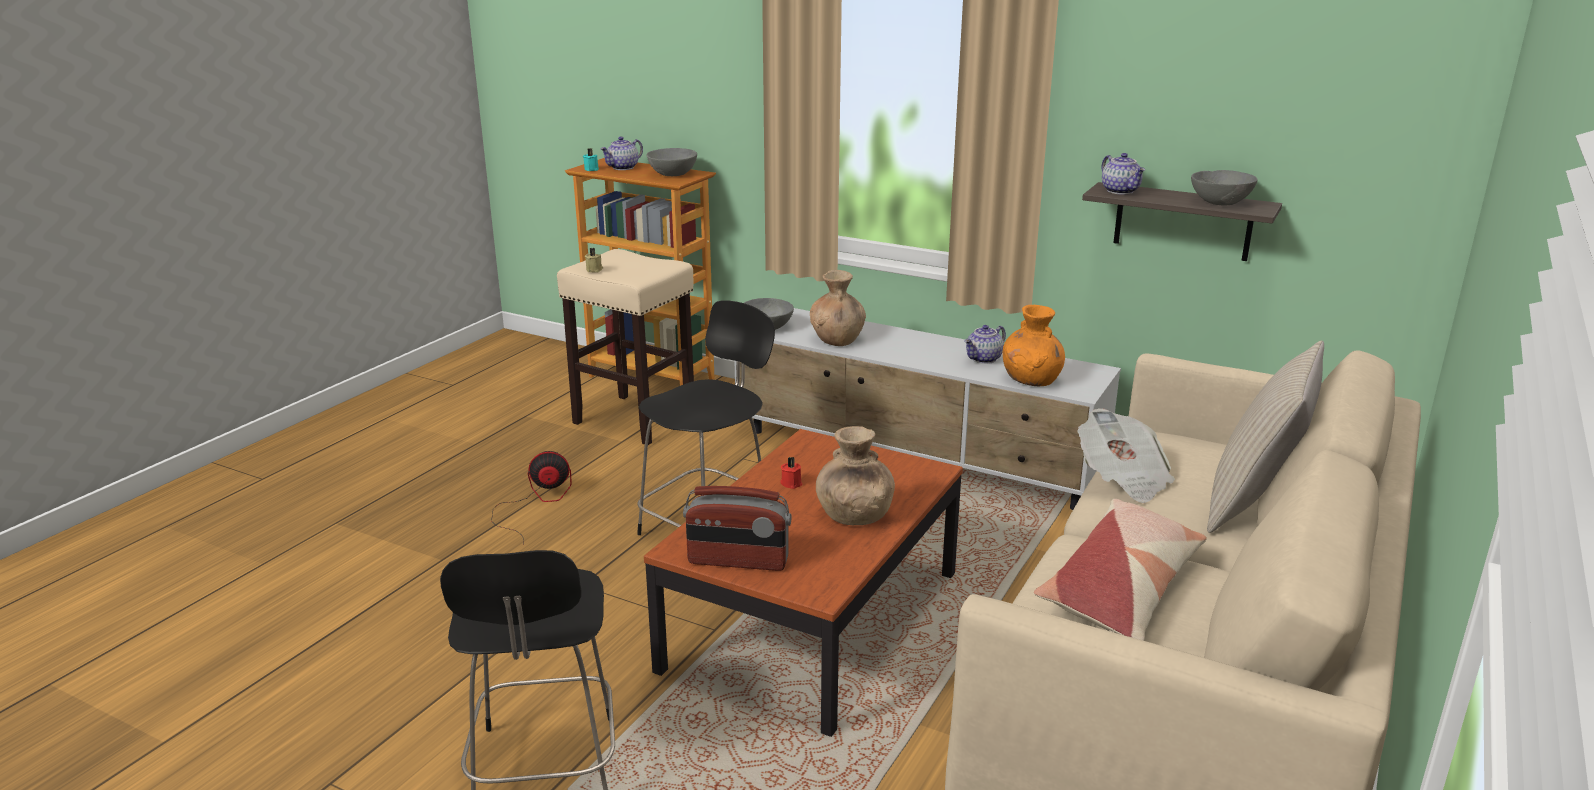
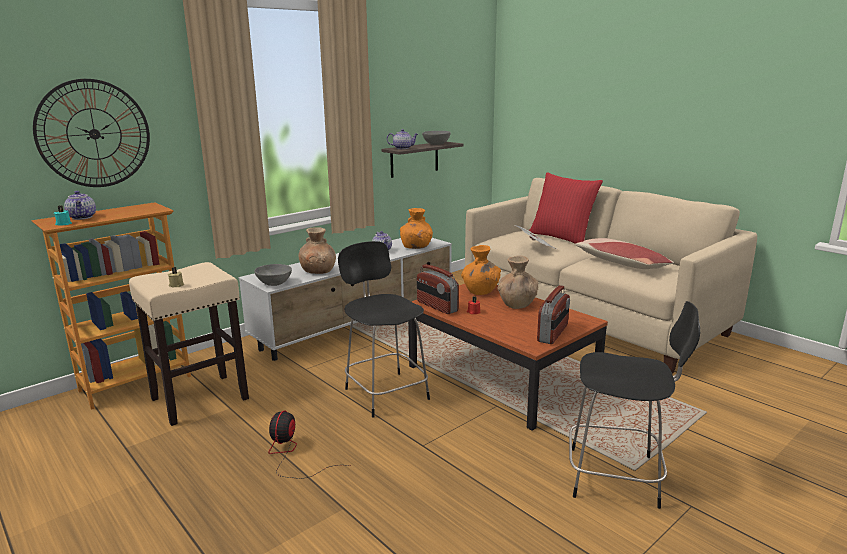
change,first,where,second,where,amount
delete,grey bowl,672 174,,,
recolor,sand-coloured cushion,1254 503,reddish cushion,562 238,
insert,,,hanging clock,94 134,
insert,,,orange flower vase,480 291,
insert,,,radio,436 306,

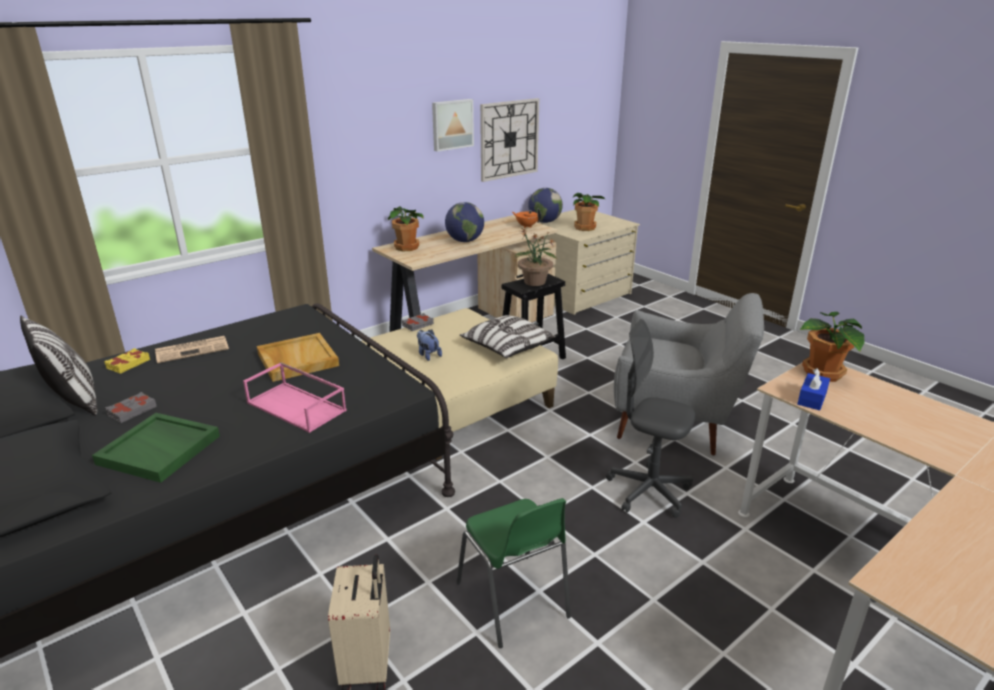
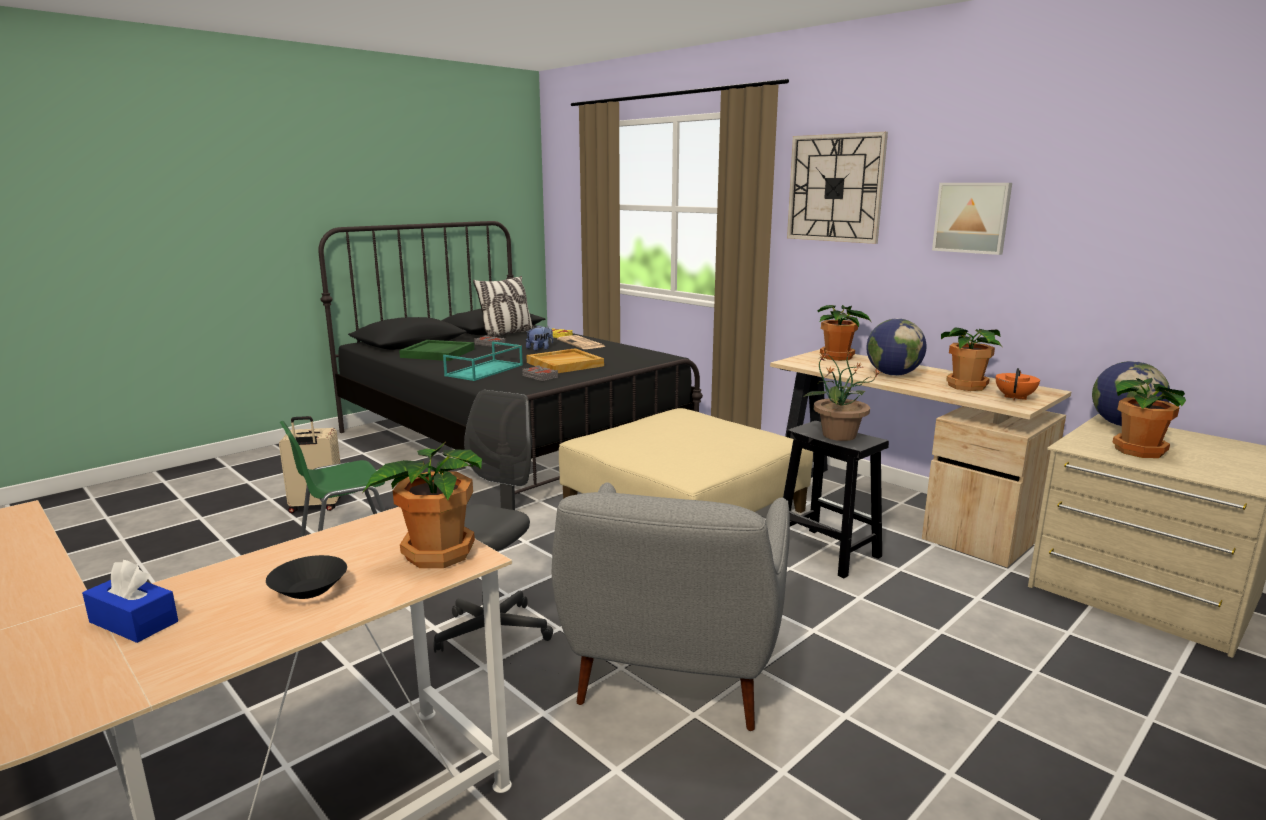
change,first,where,second,where,amount
move,hanging clock,509 139,,835 188,
move,grey bound book,418 325,,539 377,
delete,cushion,507 348,,,
move,cuddly toy,428 355,,540 349,
recolor,pink-coloured carrying tray,298 406,blue-green carrying tray,484 370,
move,bluish box of tissues,812 398,,134 622,
insert,,,potted plant,966 386,
insert,,,black bowl,309 591,

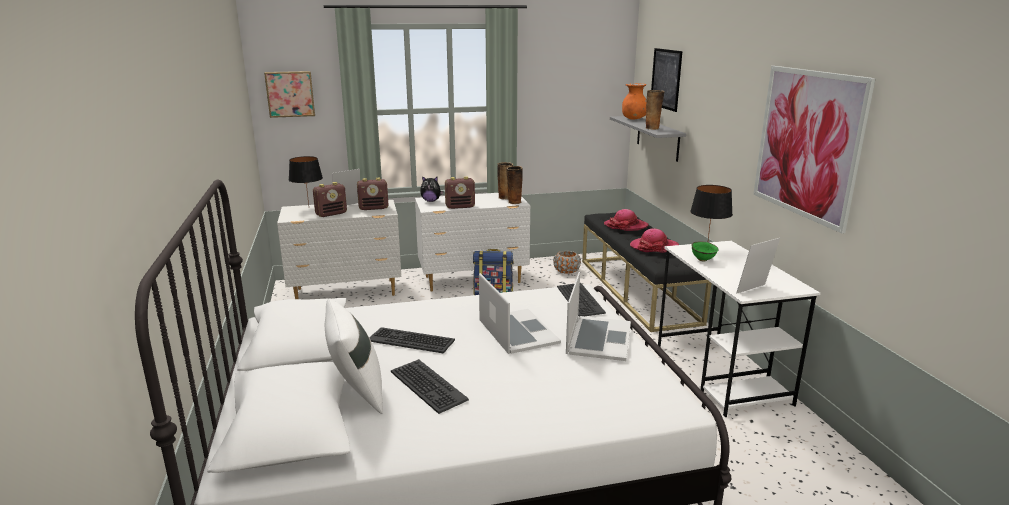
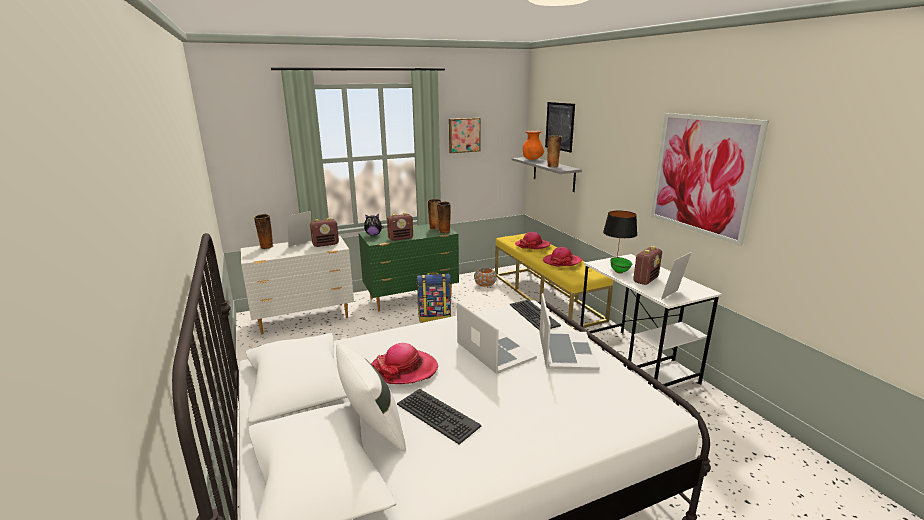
change,first,where,second,where,amount
move,picture,290 94,,464 135,
replace,black table lamp,309 207,flower vase,266 247,
move,radio,331 214,,645 280,
recolor,white drawer chest,473 280,green-coloured drawer chest,412 298,
recolor,black long seat,637 290,yellowish long seat,546 296,
replace,computer keyboard,411 340,hat,404 369,

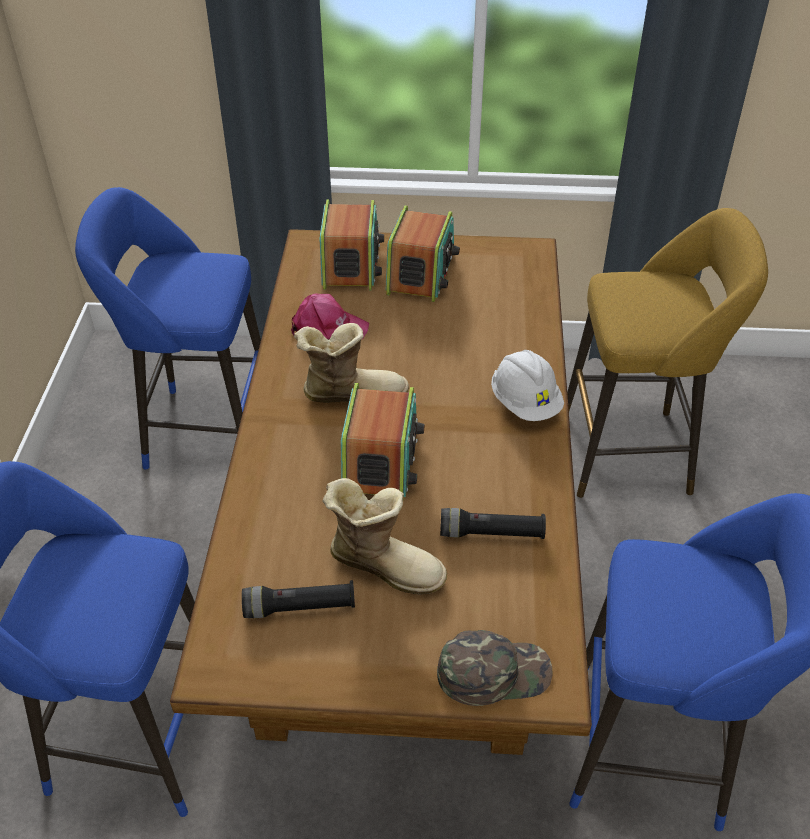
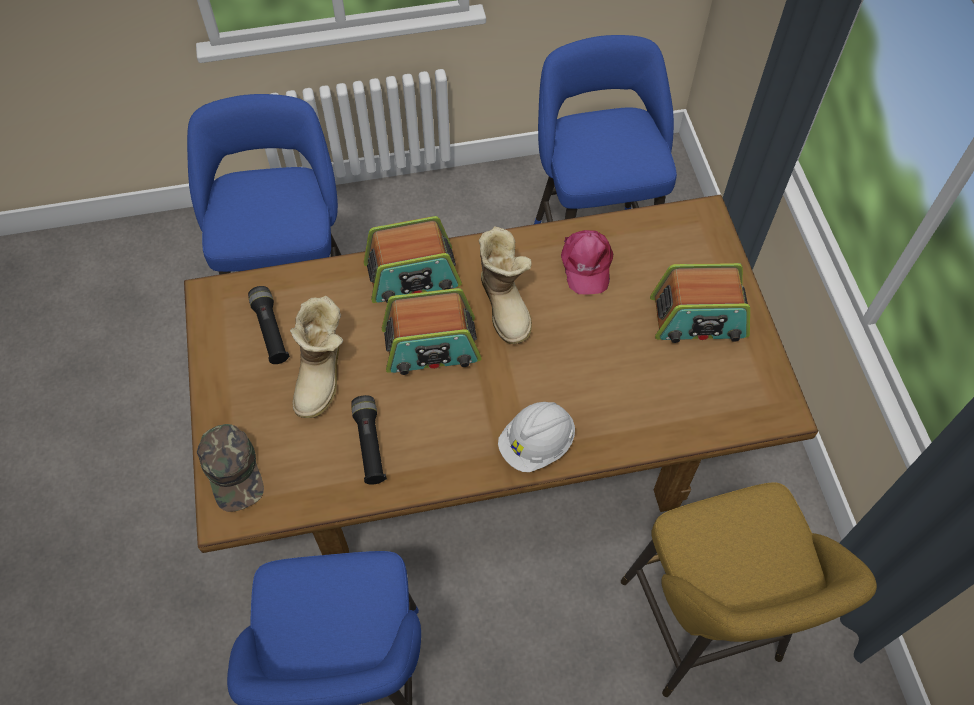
change,first,where,second,where,amount
move,radio,351 264,,412 276,

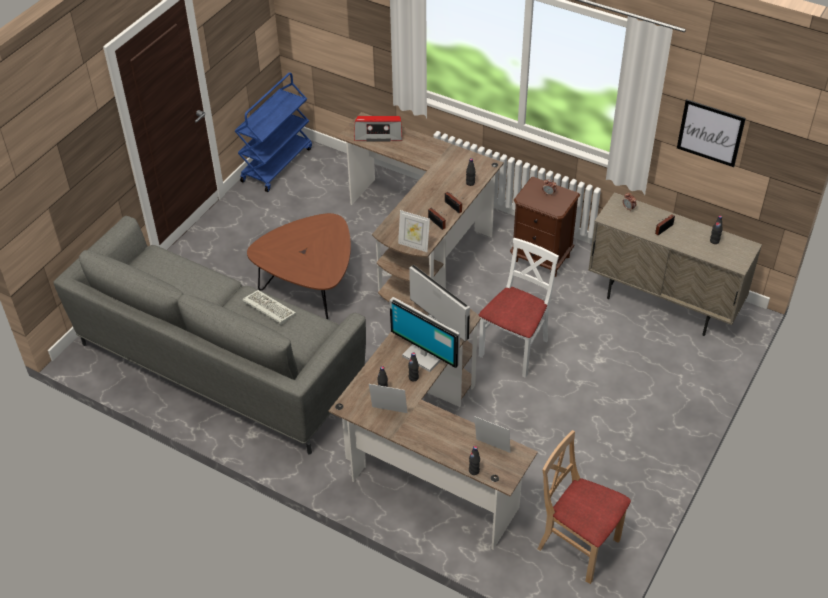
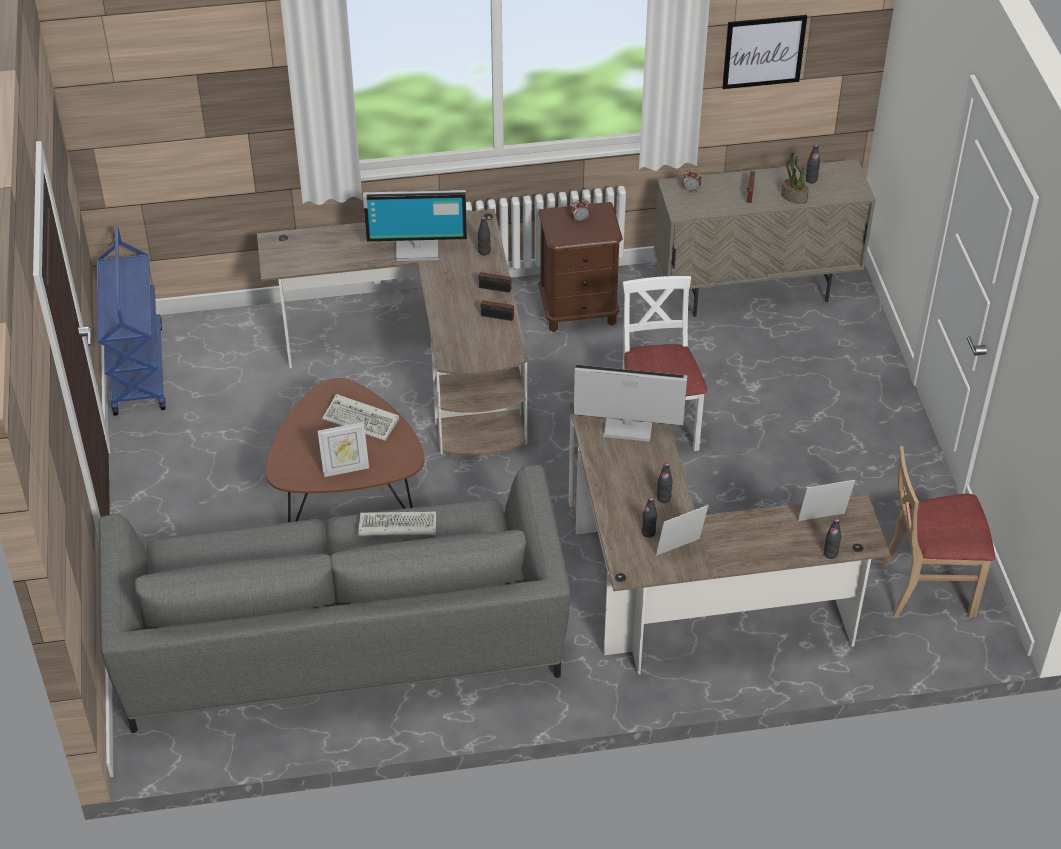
change,first,where,second,where,amount
delete,radio,378 134,,,
move,picture frame,414 245,,345 469,
move,monitor,424 355,,417 248,
insert,,,potted plant,793 197,
insert,,,computer keyboard,362 420,

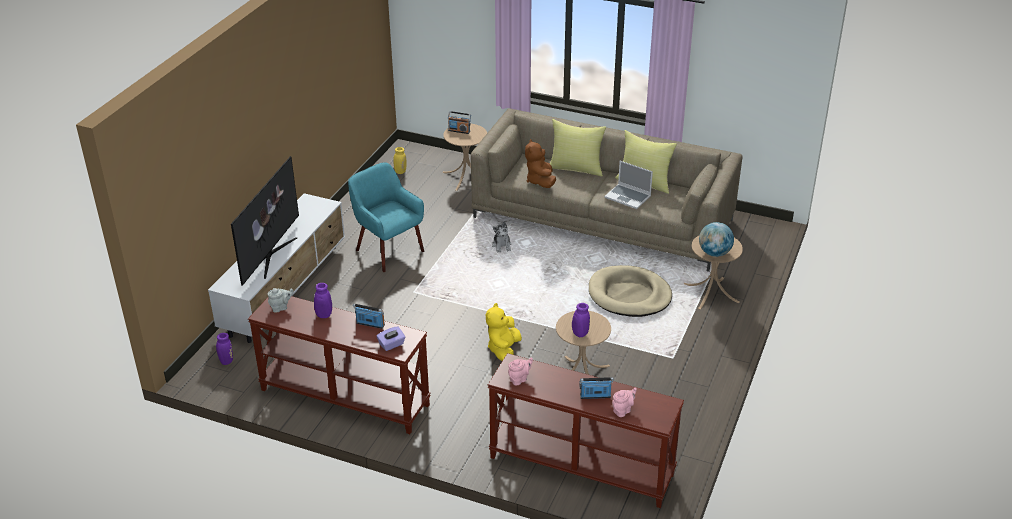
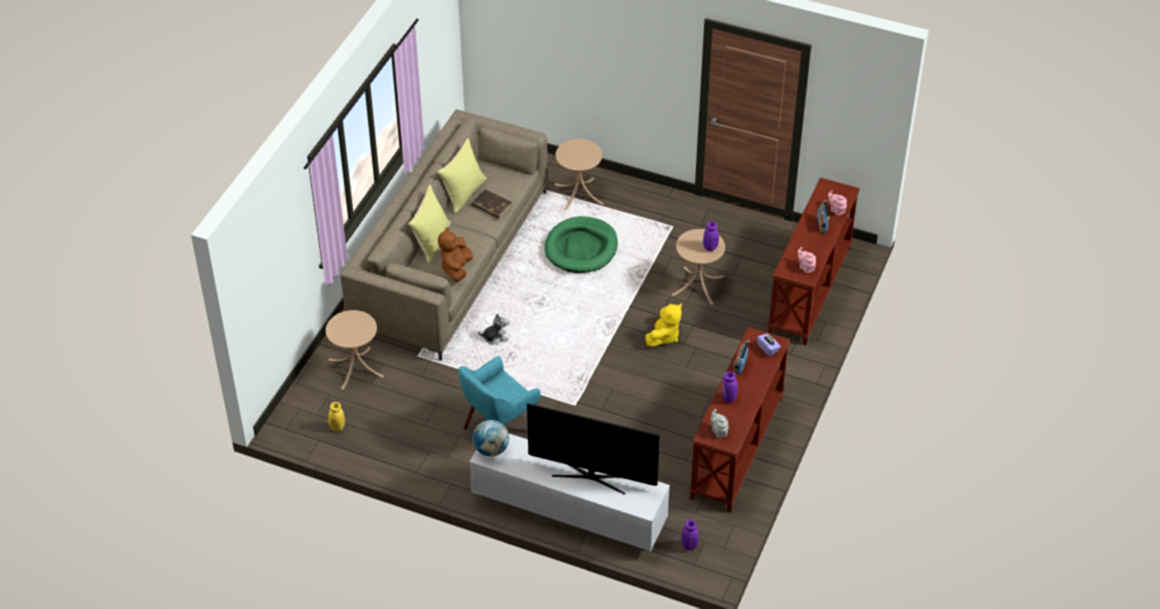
change,first,where,second,where,amount
delete,radio,459 131,,,
rotate,brown-coloured cuddly toy,540 181,,456 269,105 degrees clockwise
replace,laptop,628 197,brown-coloured bound book,491 206,
move,world globe,714 253,,491 449,
recolor,sand-coloured pet bed,629 295,green-coloured pet bed,581 248,
rotate,yellowish cuddly toy,503 349,,664 336,75 degrees counterclockwise

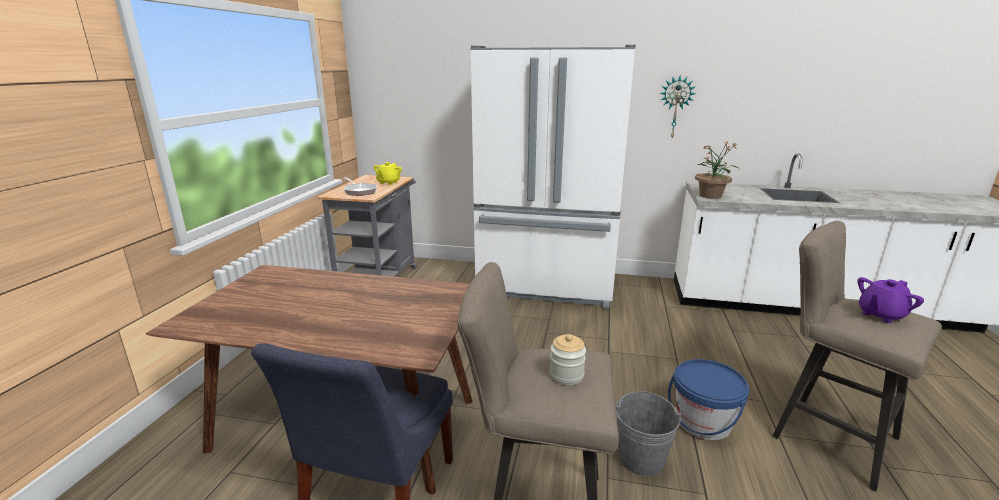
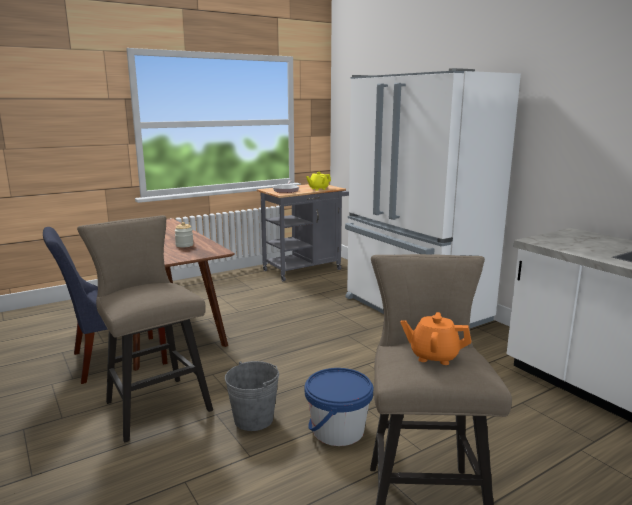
change,first,where,second,where,amount
delete,hanging clock,675 107,,,
delete,potted plant,710 196,,,
recolor,purplish tea pot,881 315,orange tea pot,433 356,
move,jar,566 375,,184 245,

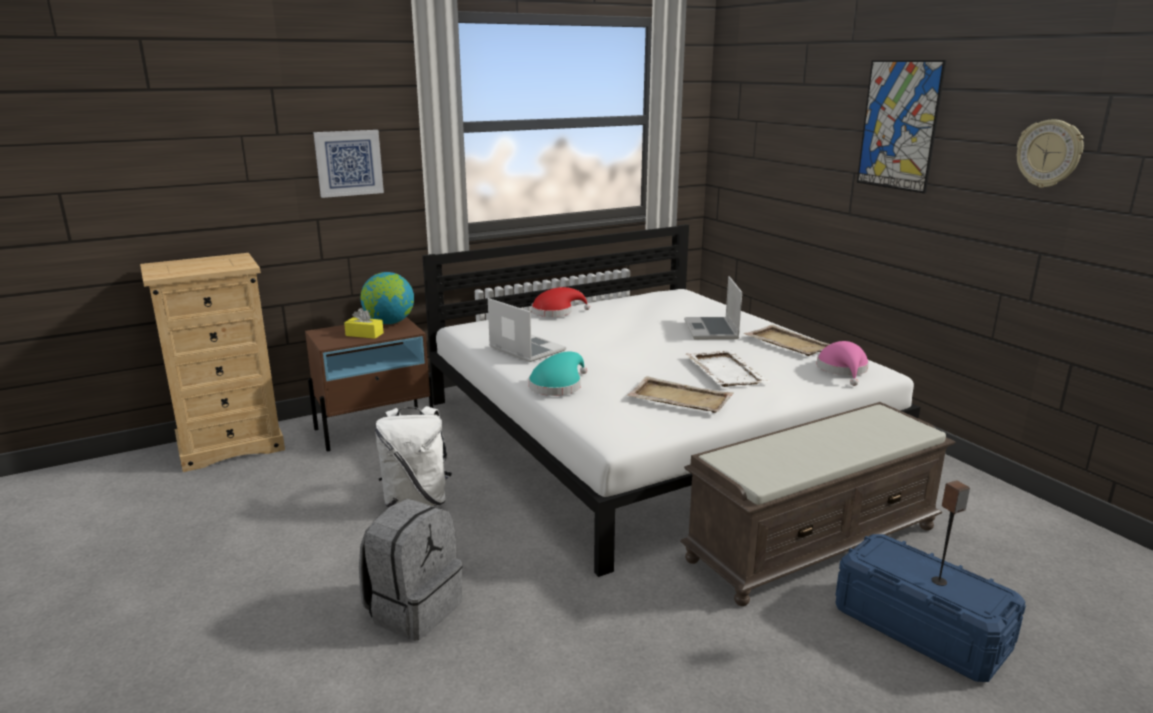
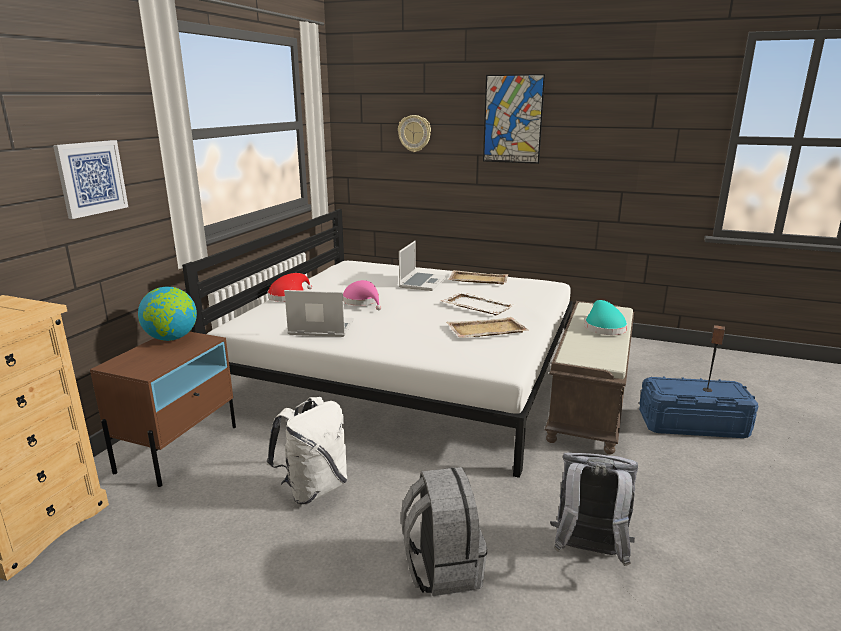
change,first,where,second,where,amount
move,hanging clock,1049 153,,414 133,
rotate,laptop,712 330,,422 282,120 degrees counterclockwise
delete,yellowish box of tissues,364 334,,,
move,pink-coloured hat,843 370,,363 302,
move,blue-green hat,558 385,,603 327,
insert,,,grey rucksack,588 552,

